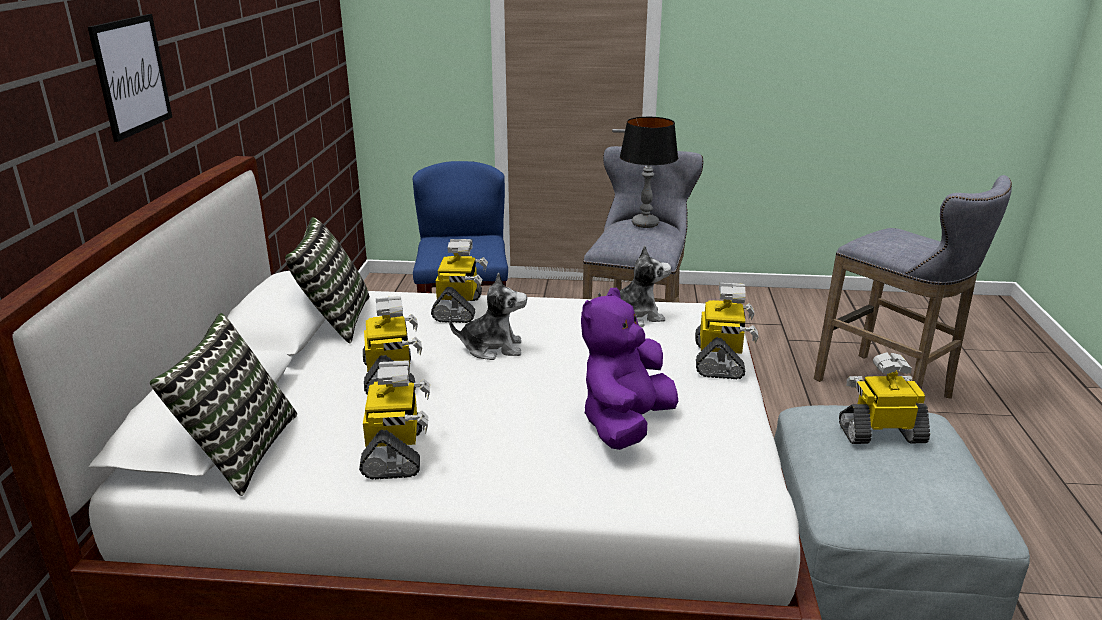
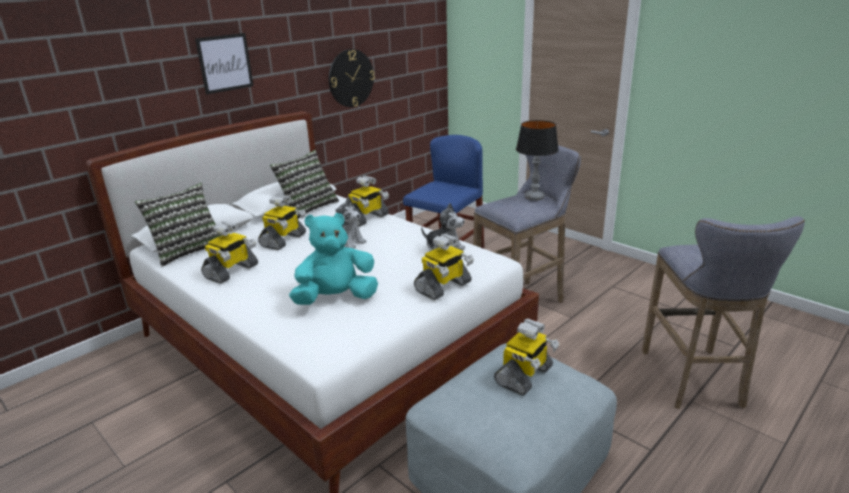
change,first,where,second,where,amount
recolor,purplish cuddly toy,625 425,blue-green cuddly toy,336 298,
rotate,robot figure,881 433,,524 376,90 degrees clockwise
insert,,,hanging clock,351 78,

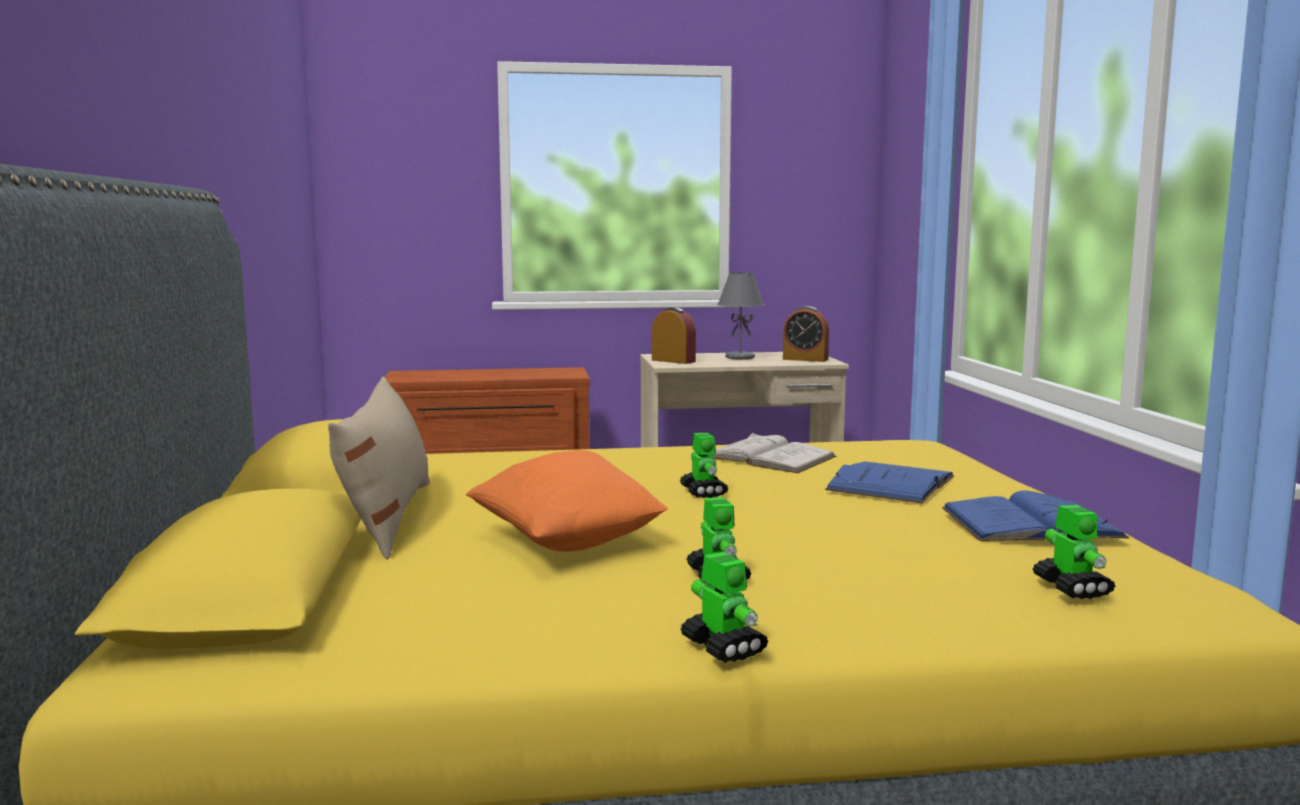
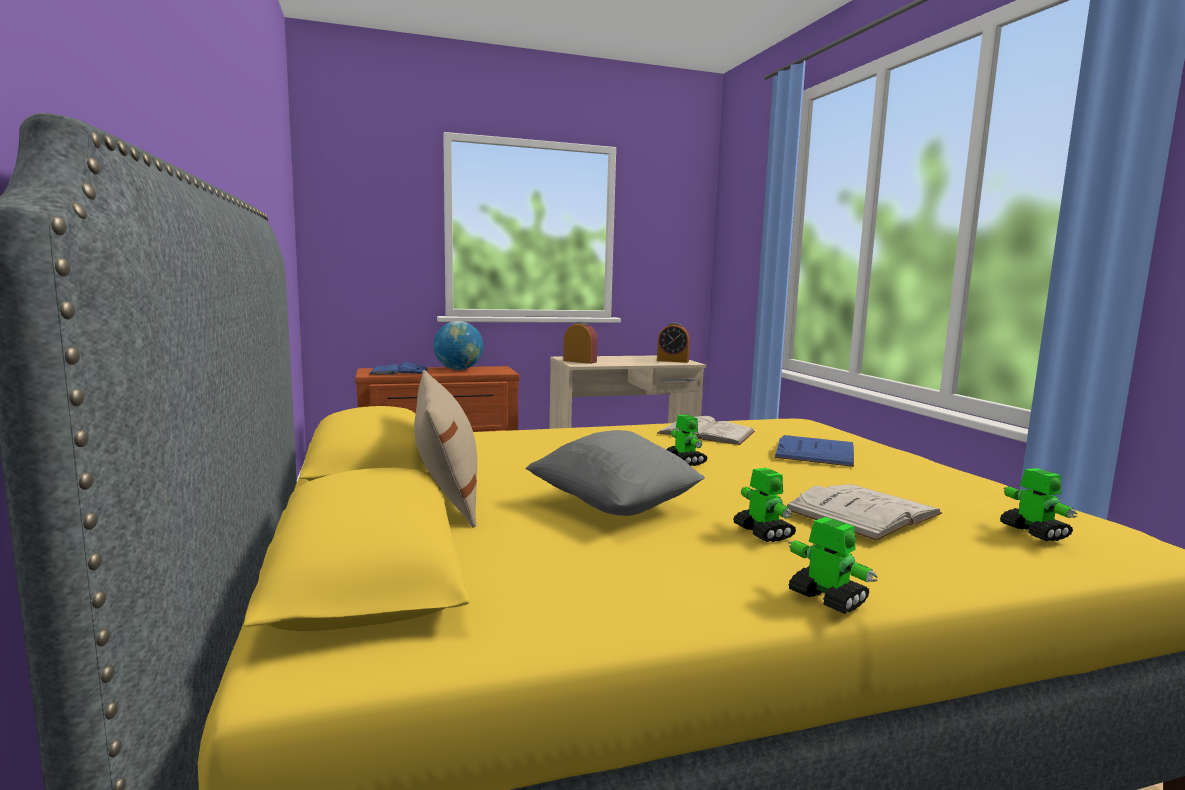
change,first,where,second,where,amount
delete,grey table lamp,739 357,,,
recolor,orange cushion,566 541,grey cushion,613 506,
move,bluish bound book,1030 522,,399 371,
insert,,,world globe,458 369,
insert,,,white bound book,862 511,

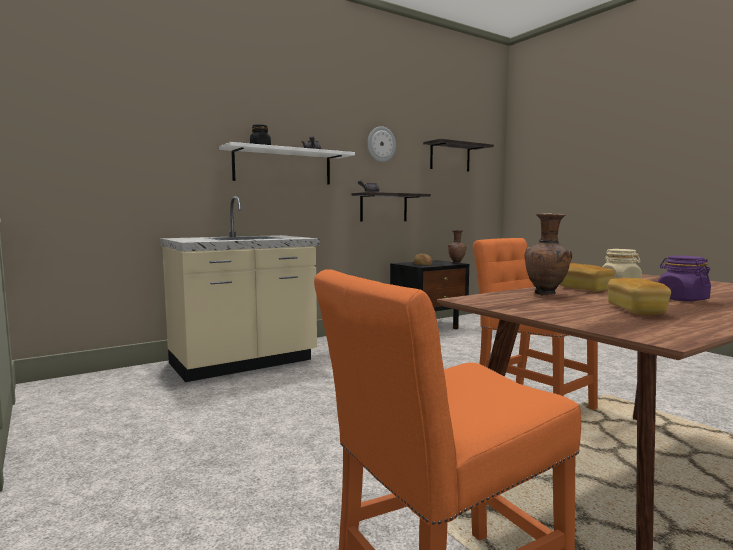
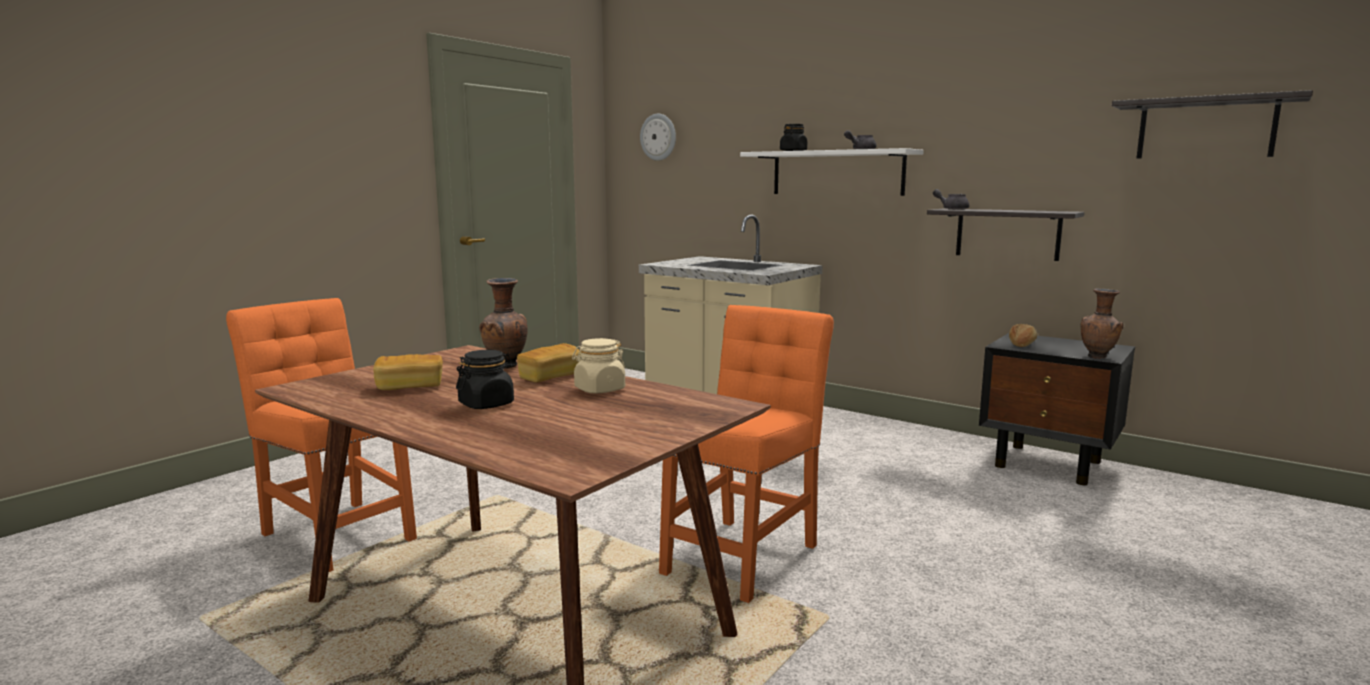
change,first,where,second,where,amount
move,hanging clock,381 144,,658 137,
recolor,purplish jar,682 299,black jar,486 404,

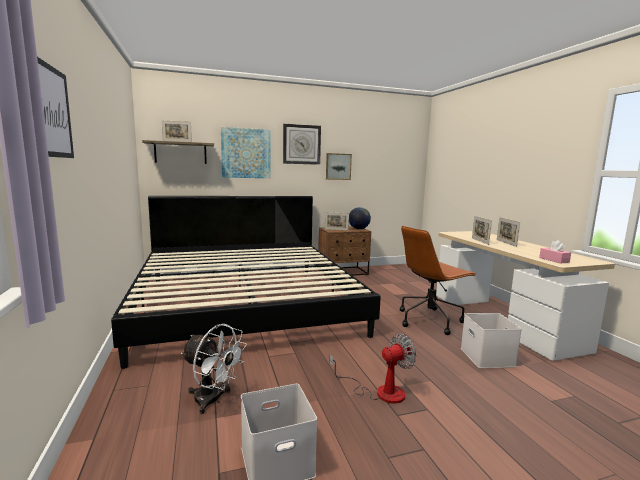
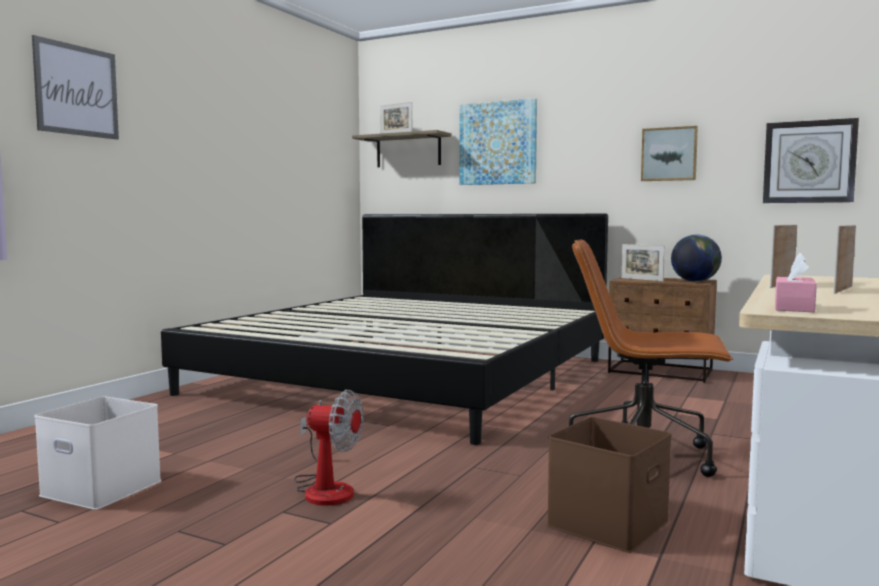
change,first,where,second,where,amount
move,hanging clock,301 144,,809 162,
recolor,white storage box,488 357,brown-coloured storage box,609 524,
delete,white electric fan,213 400,,,

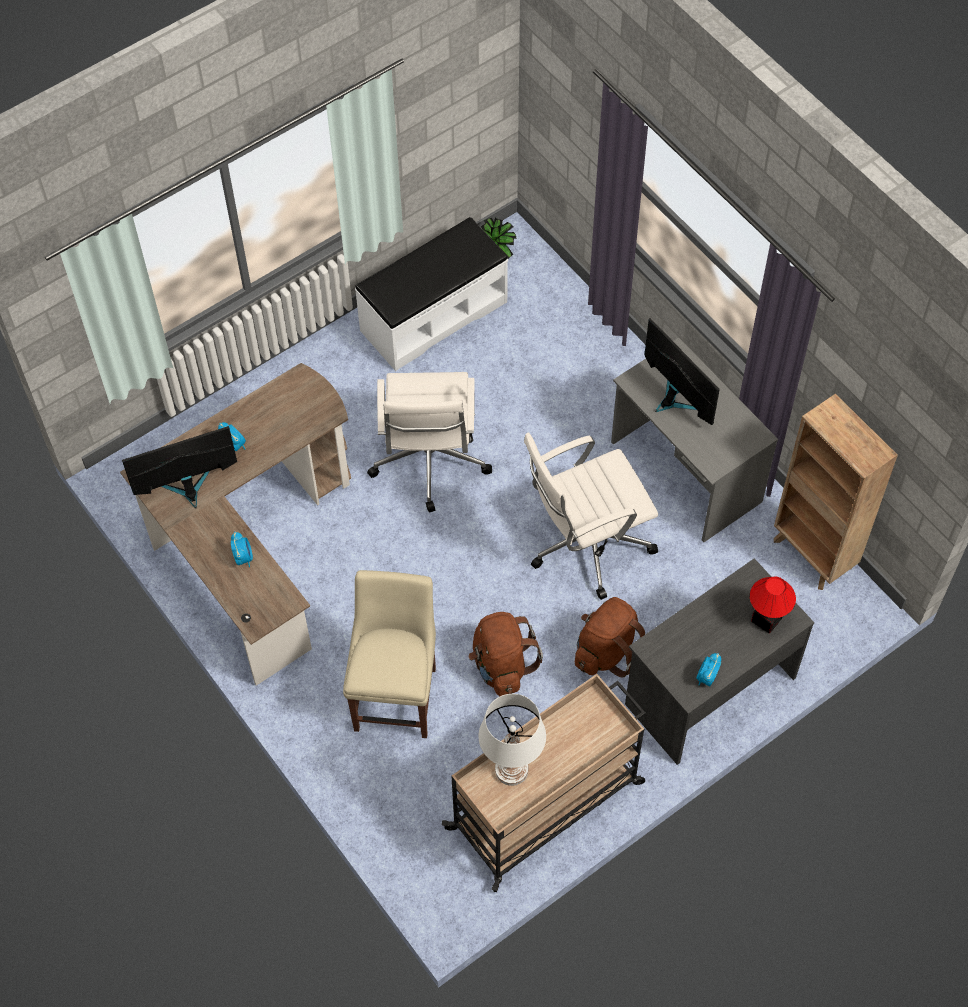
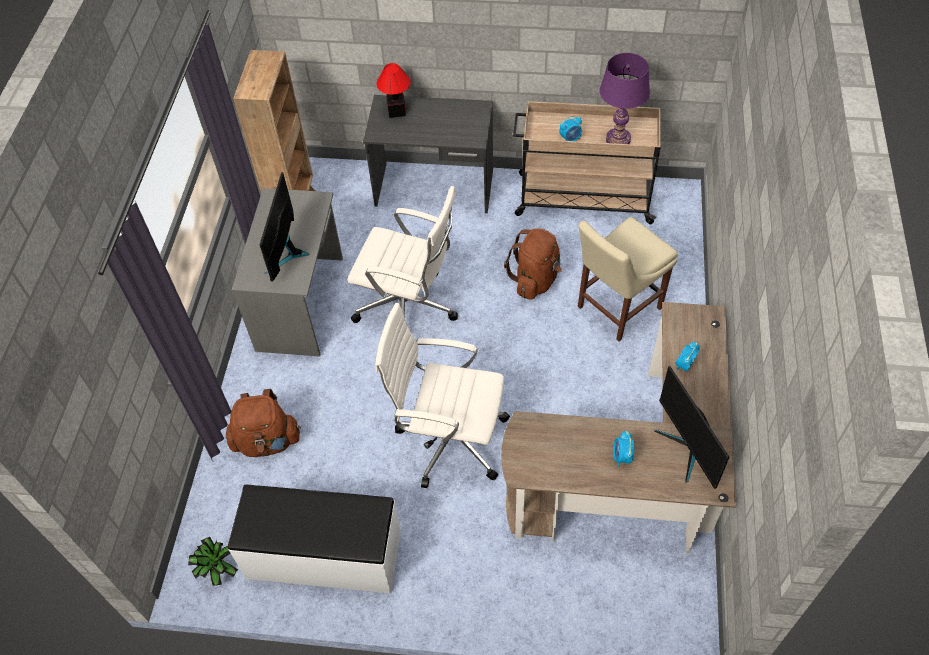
change,first,where,second,where,amount
rotate,white office chair,429 462,,449 438,120 degrees counterclockwise
rotate,monitor,188 487,,687 449,45 degrees clockwise
move,brown-coloured rucksack,607 651,,267 441,
move,table clock,707 677,,570 139,
recolor,white table lamp,511 770,purplish table lamp,618 140,

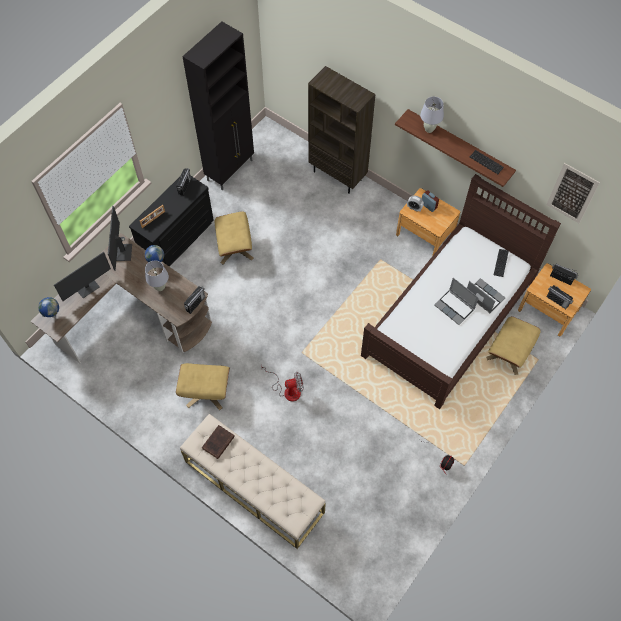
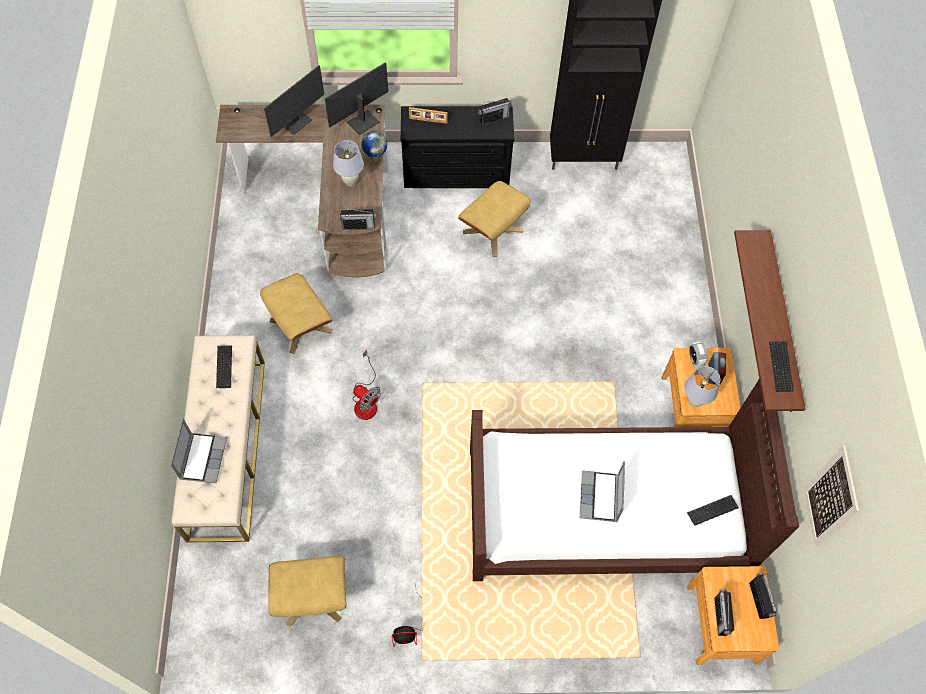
change,first,where,second,where,amount
delete,brown-coloured shelving unit,338 175,,,
move,white table lamp,429 129,,694 401,
rotate,monitor,87 287,,296 122,60 degrees counterclockwise
move,laptop,483 296,,202 458,
delete,world globe,53 316,,,
move,sand-coloured pouffe,508 354,,312 597,
replace,brown-coloured bound book,218 443,computer keyboard,224 367,

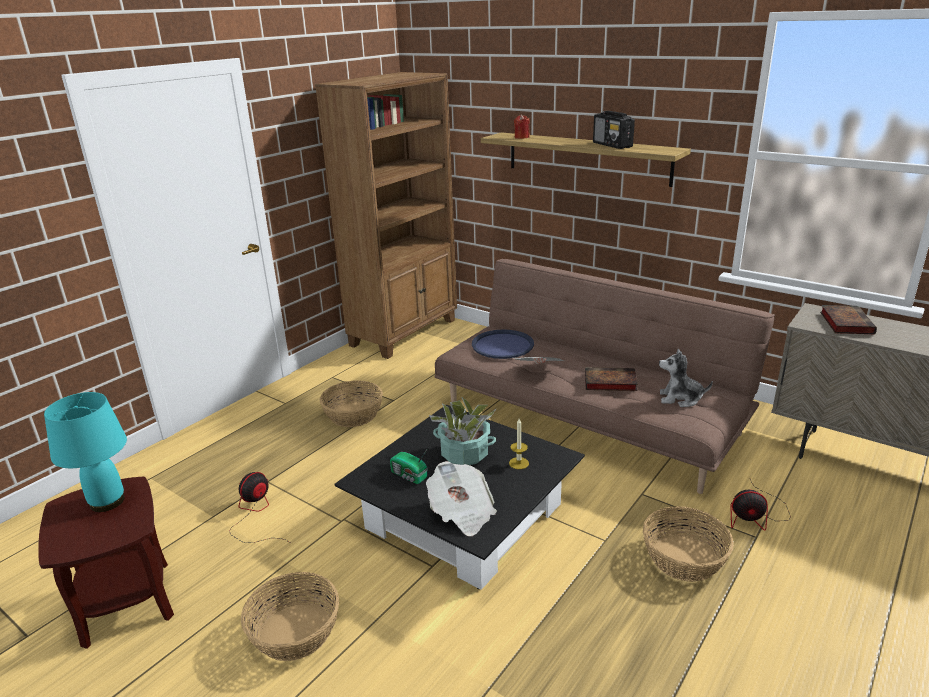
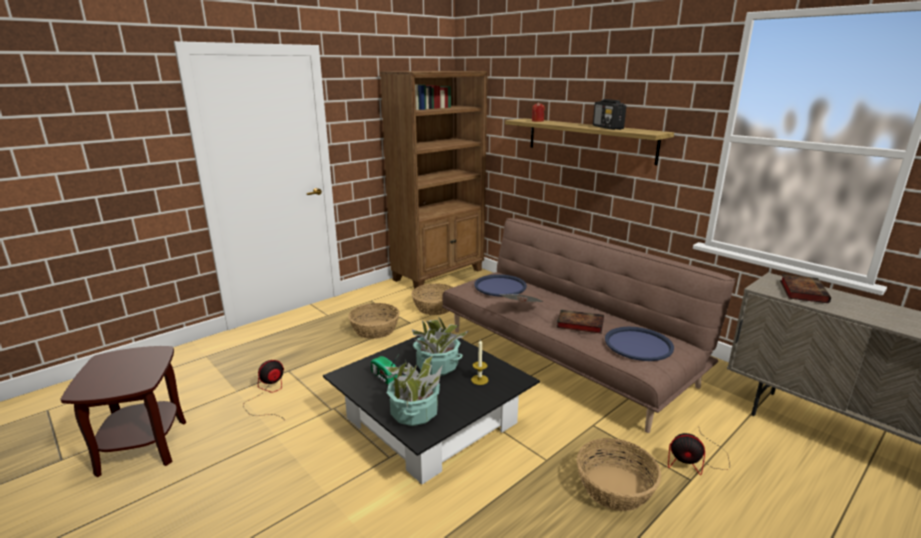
change,first,where,second,where,amount
replace,cuddly toy,680 399,bluish carrying tray,638 344,
delete,blue-green table lamp,108 501,,,
replace,newspaper,462 513,potted plant,414 413,
move,basket,295 631,,435 307,

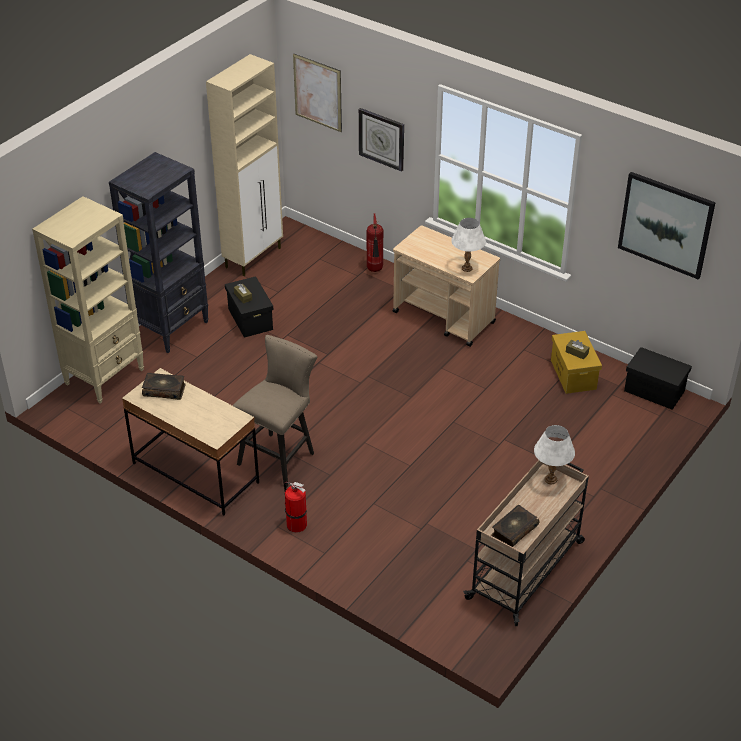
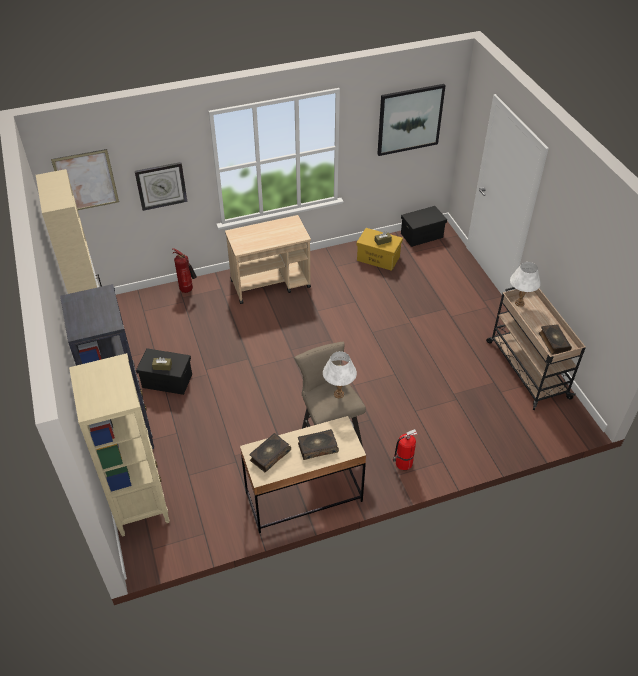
change,first,where,second,where,amount
move,white table lamp,467 268,,338 394,
insert,,,bound book,317 447,

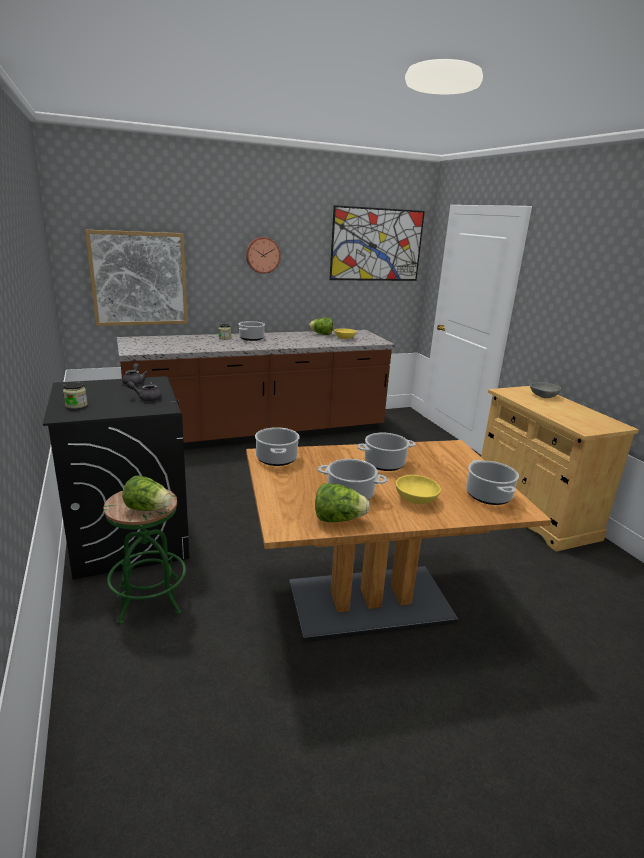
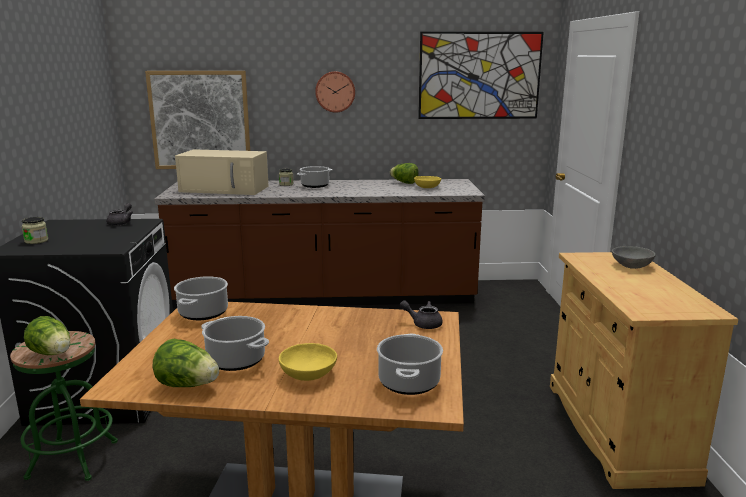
change,first,where,second,where,amount
move,grey tea pot,147 398,,423 324,
delete,stockpot,385 463,,,
insert,,,sand-coloured microwave oven,225 189,

